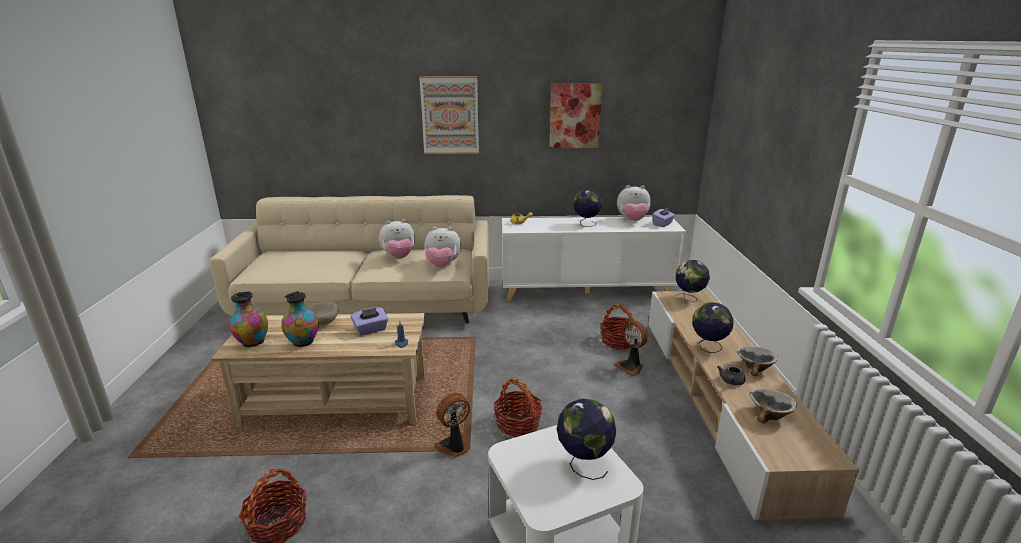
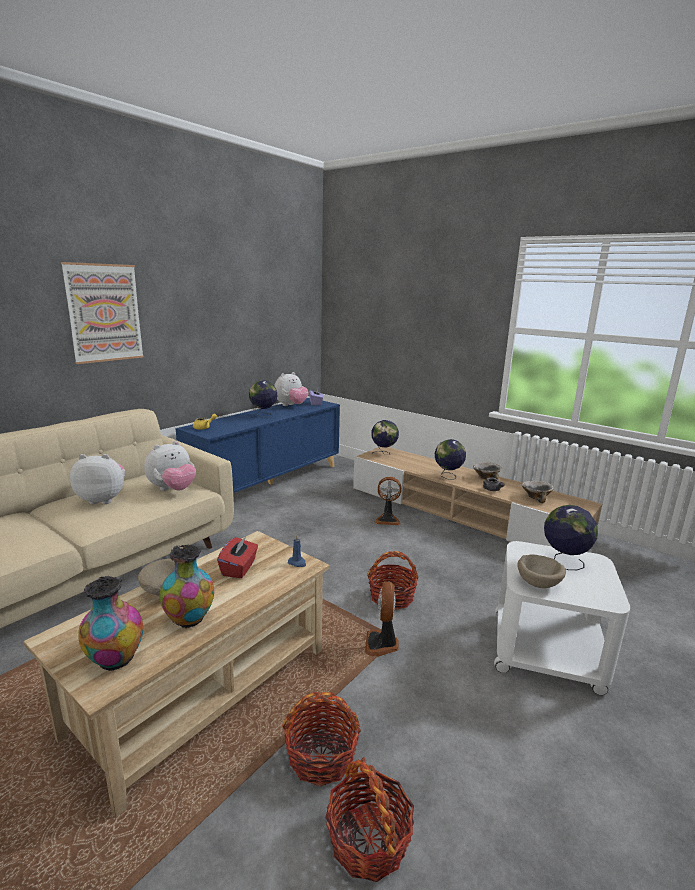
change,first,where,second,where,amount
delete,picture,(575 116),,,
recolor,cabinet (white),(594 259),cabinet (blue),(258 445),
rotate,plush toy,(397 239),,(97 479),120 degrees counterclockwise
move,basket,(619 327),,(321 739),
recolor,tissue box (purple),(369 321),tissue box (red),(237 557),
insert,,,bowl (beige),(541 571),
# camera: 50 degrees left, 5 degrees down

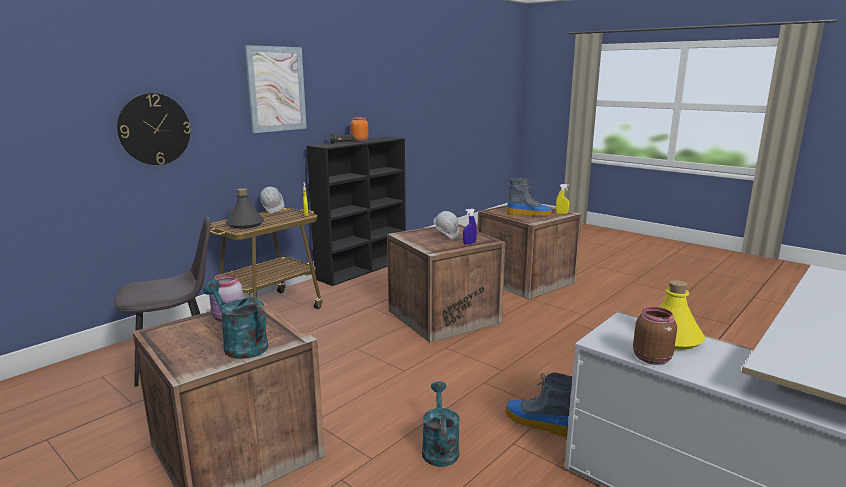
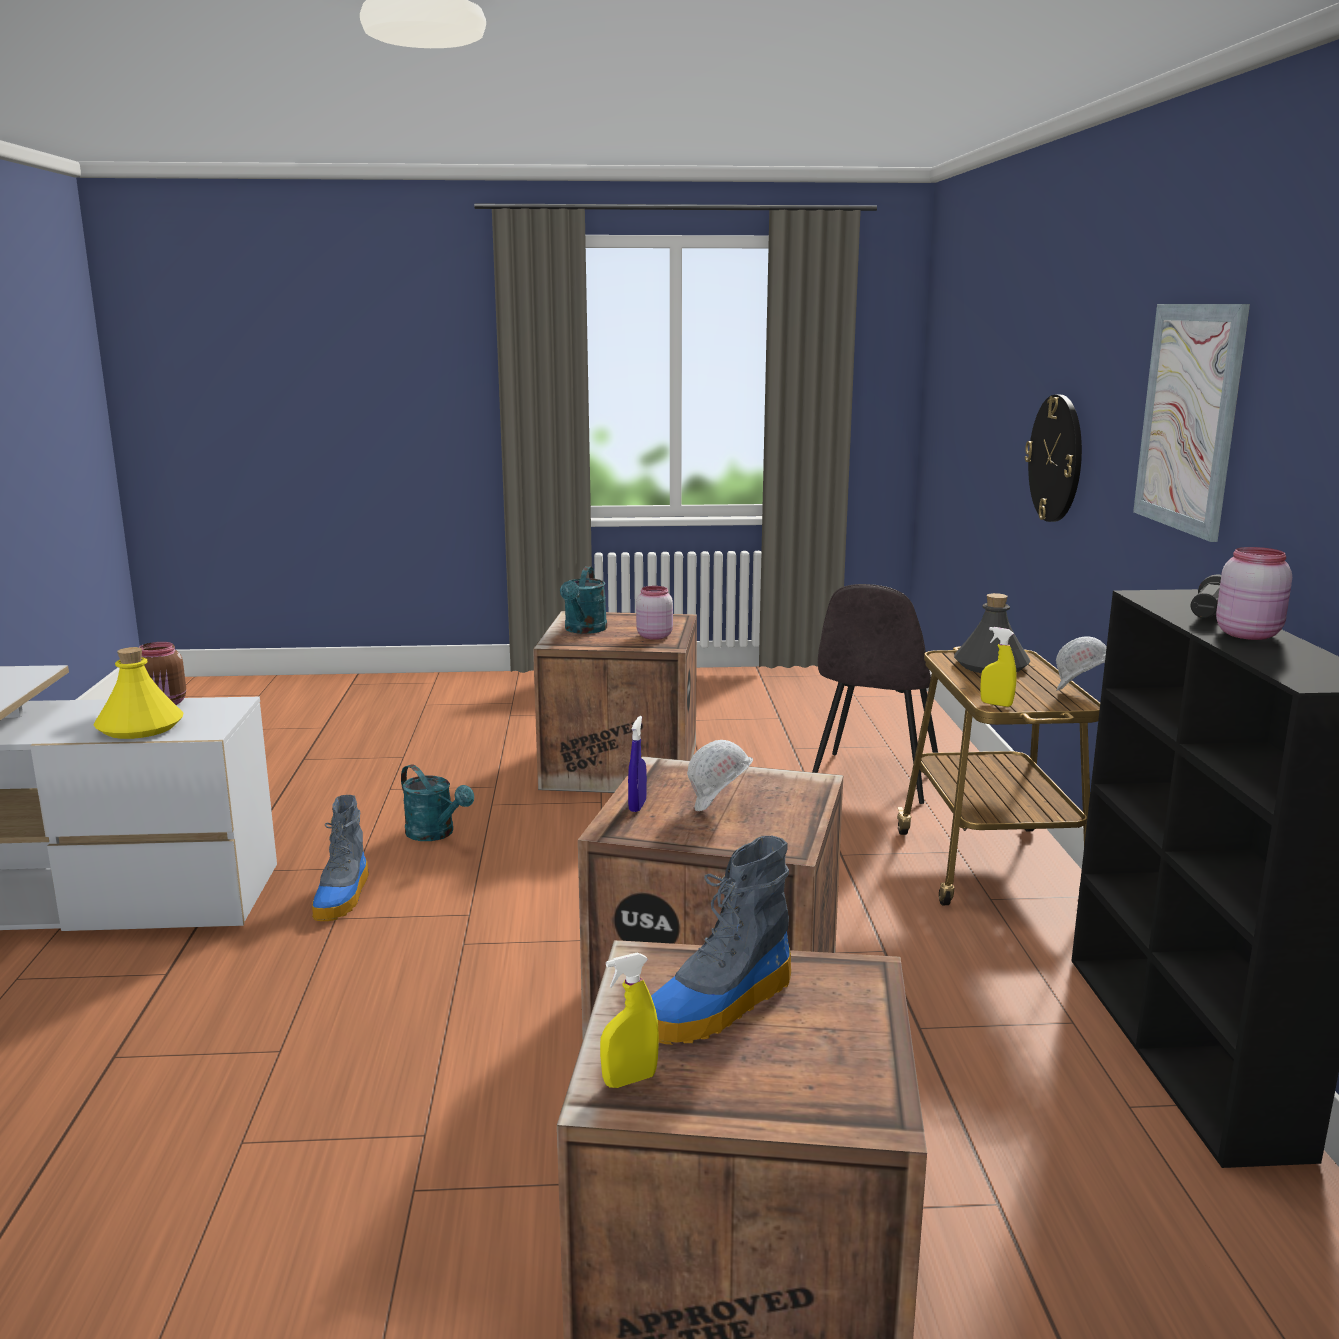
change,first,where,second,where,amount
recolor,jar (orange),(359 129),jar (pink),(1254 593),
rotate,watering can (turquoise),(235 319),,(583 600),105 degrees clockwise
rotate,boot,(539 404),,(340 858),105 degrees clockwise
# camera: 135 degrees right, 0 degrees up

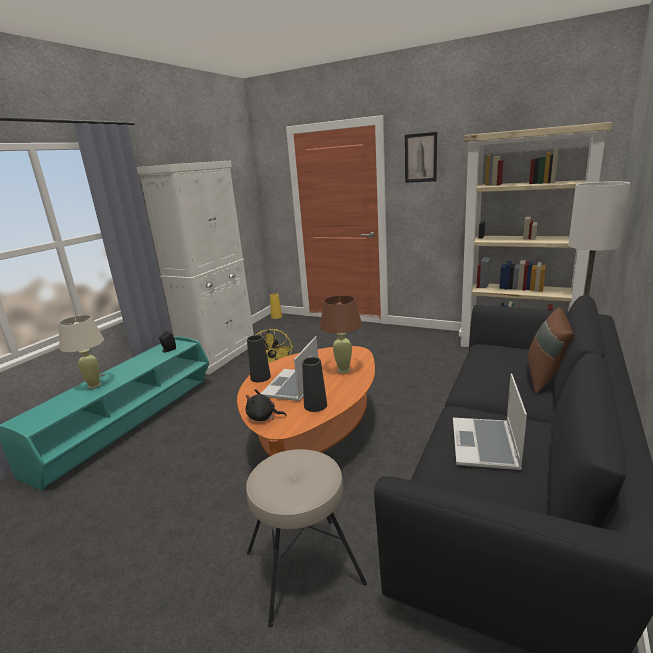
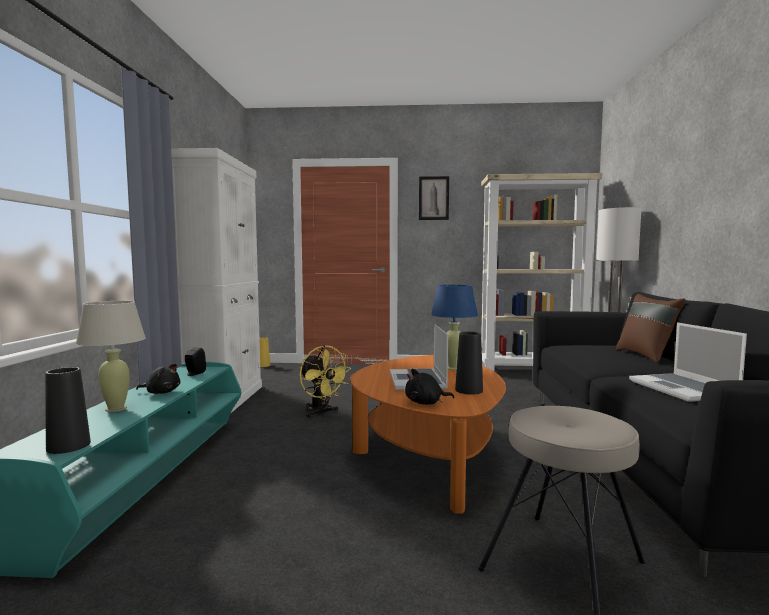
change,first,where,second,where,amount
recolor,table lamp (brown),(341 334),table lamp (blue),(454 327),
move,vase (black),(259 358),,(68 410),
insert,,,plush toy (black),(158 378),
# camera: 25 degrees left, 15 degrees down

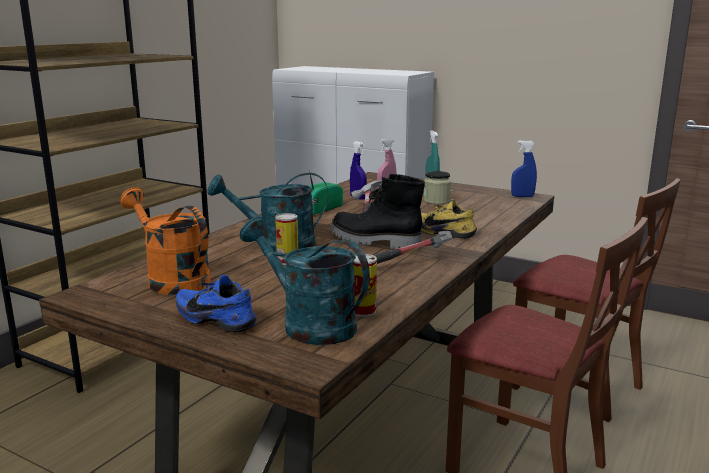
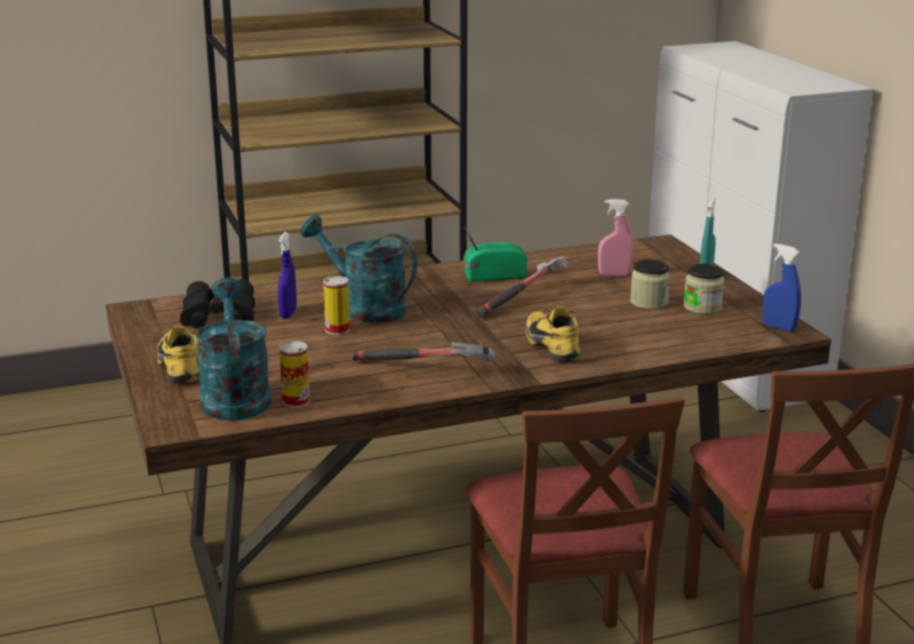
change,first,where,second,where,amount
move,spray bottle (blue),(358 170),,(287 275),
delete,boot (black),(378 212),,,
replace,watering can (orange),(165 241),binoculars (black),(217 304),
recolor,shoe (blue),(216 304),shoe (yellow),(178 355),
insert,,,jar,(704 289),
# camera: 40 degrees right, 5 degrees up

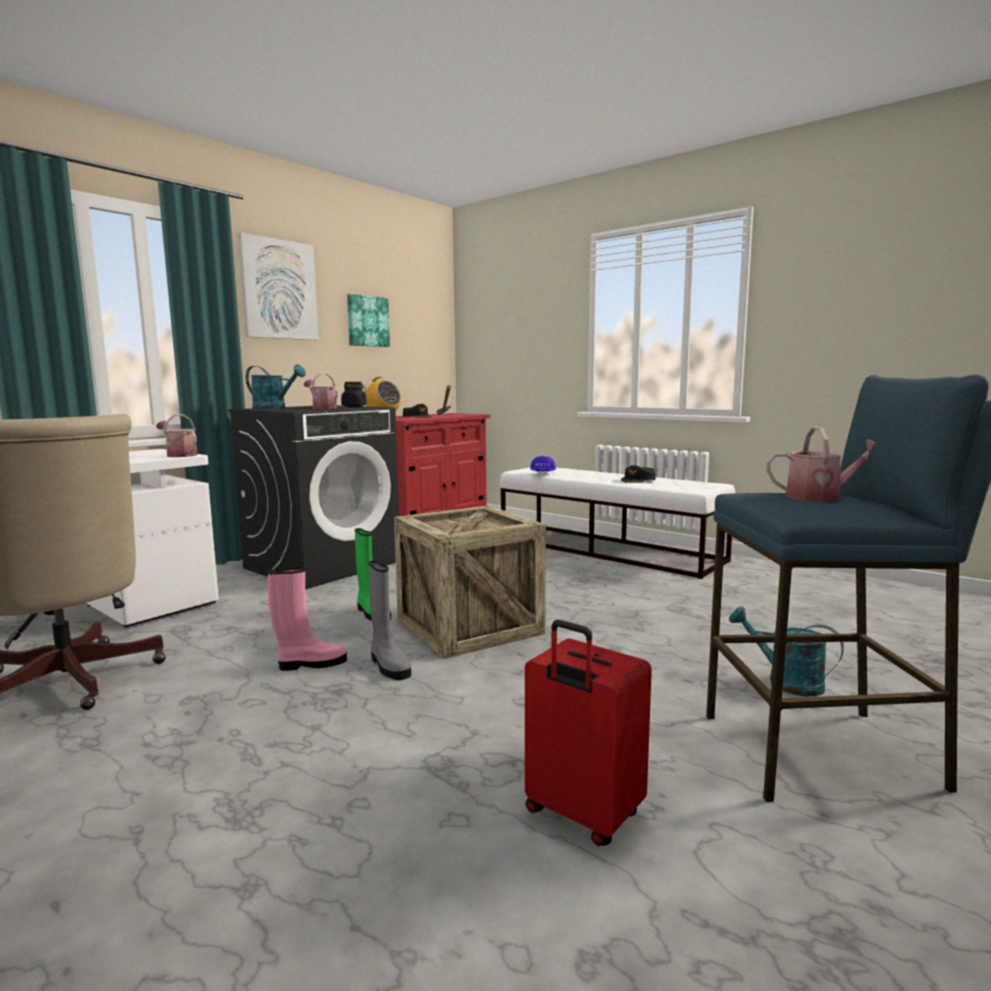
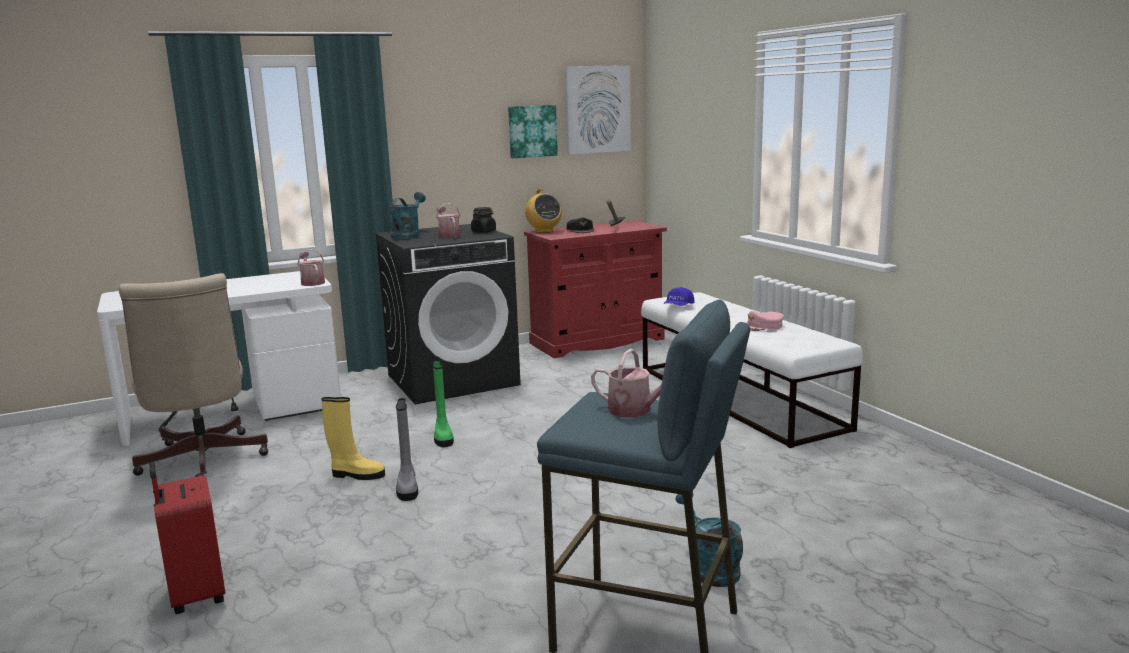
change,first,where,second,where,amount
move,picture,(278 286),,(598 109),
rotate,watering can (turquoise),(276 387),,(407 215),120 degrees counterclockwise
recolor,cap (black),(638 474),cap (pink),(765 321),
delete,crate,(470 582),,,
recolor,boot (pink),(307 619),boot (yellow),(353 438),
move,suitcase (red),(588 733),,(187 538),
# camera: 25 degrees right, 5 degrees up

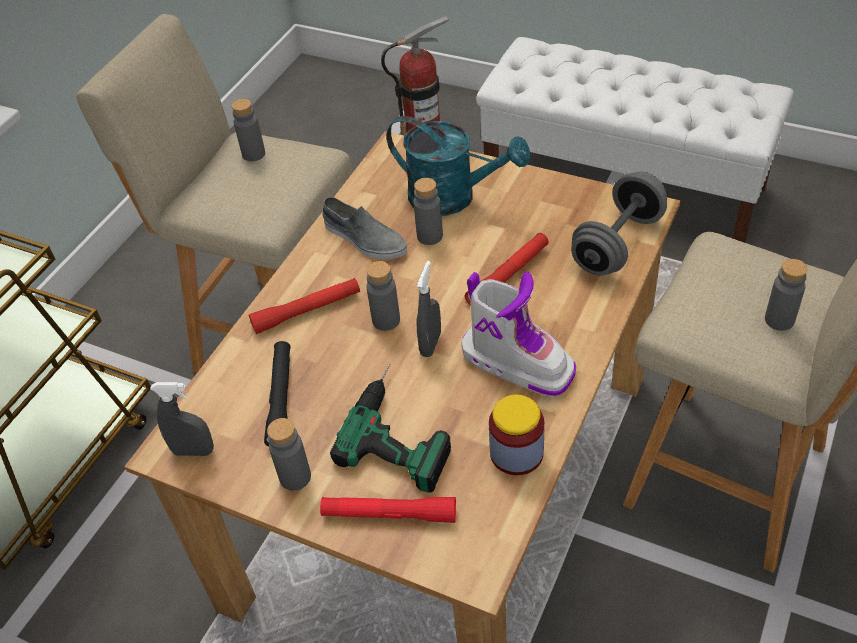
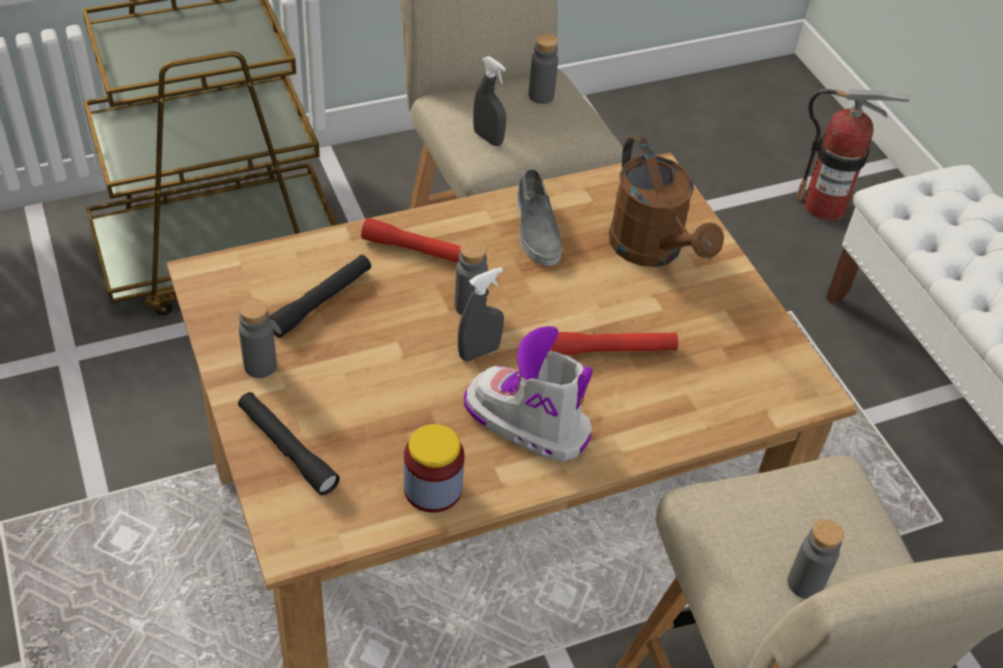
change,first,where,second,where,amount
recolor,watering can (turquoise),(459 166),watering can (brown),(666 201),
delete,dumbbell (grey),(619 224),,,
delete,bottle (grey),(428 211),,,
rotate,boot,(518 334),,(528 394),135 degrees clockwise
delete,power drill,(390 428),,,
move,spray bottle (grey),(182 419),,(489 101),
recolor,flashlight (red),(388 510),flashlight (black),(289 443),
# camera: 35 degrees right, 0 degrees up

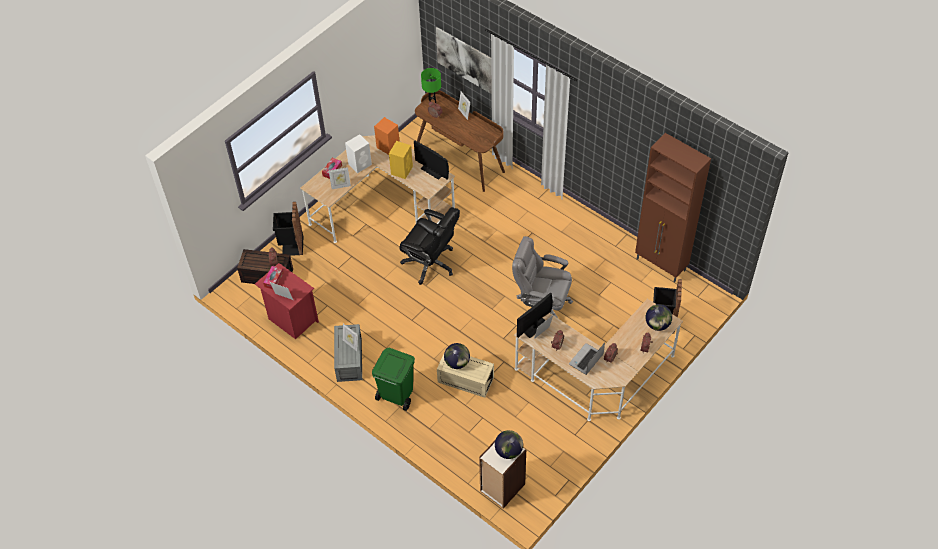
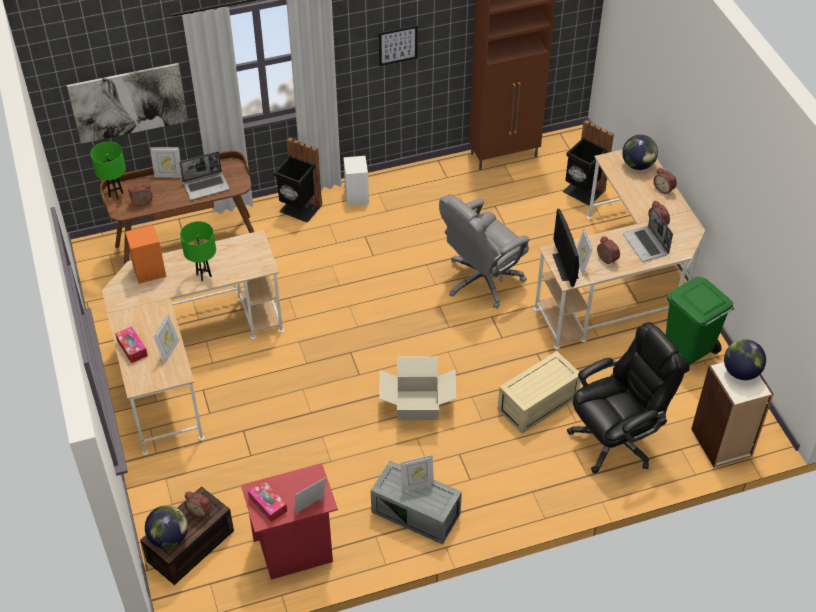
change,first,where,second,where,amount
move,speaker (white),(358 153),,(356 181),
replace,speaker (yellow),(401 160),table lamp (green),(198 251),
delete,monitor,(431 160),,,
move,trash can (black),(288 229),,(298 180),
move,office chair (black),(429 246),,(626 398),
move,globe,(457 356),,(166 527),
move,trash can (green),(393 379),,(700 325),
insert,,,picture,(398 45),
insert,,,laptop,(204 175),
insert,,,cardboard box,(417 388),
# camera: 60 degrees left, 5 degrees down

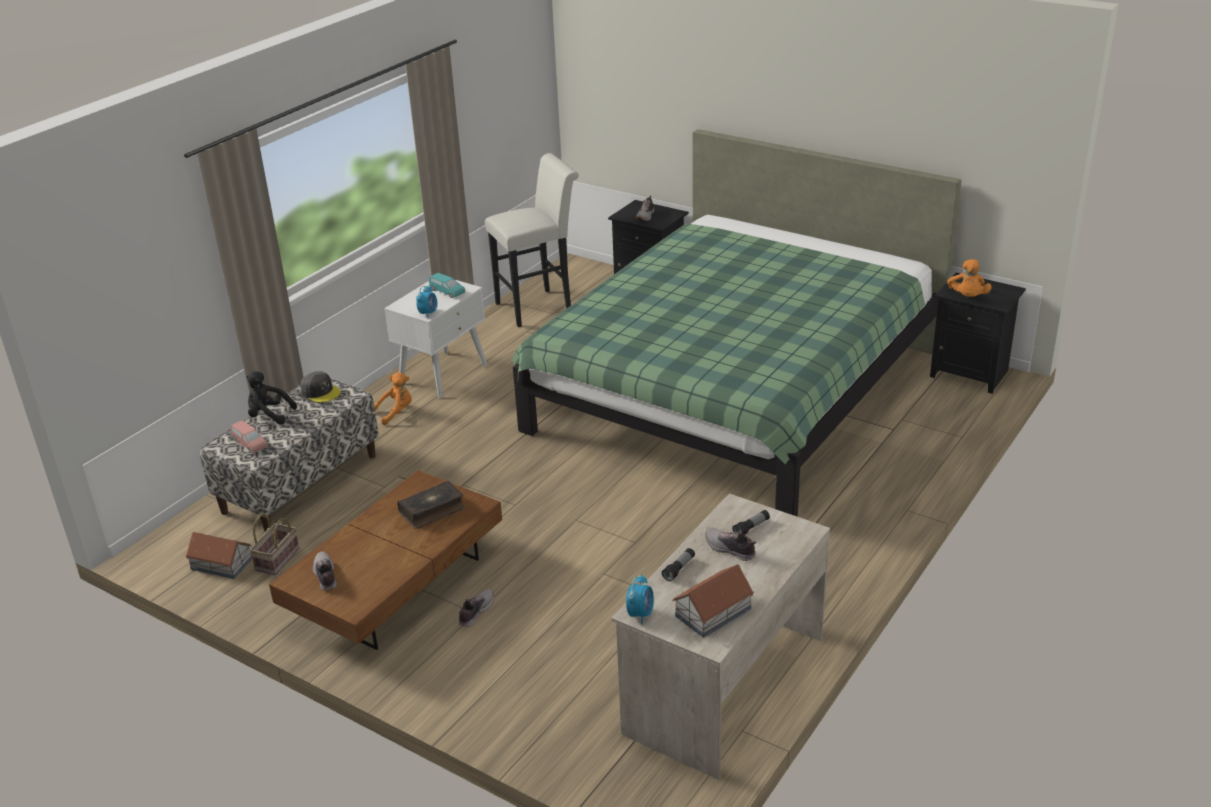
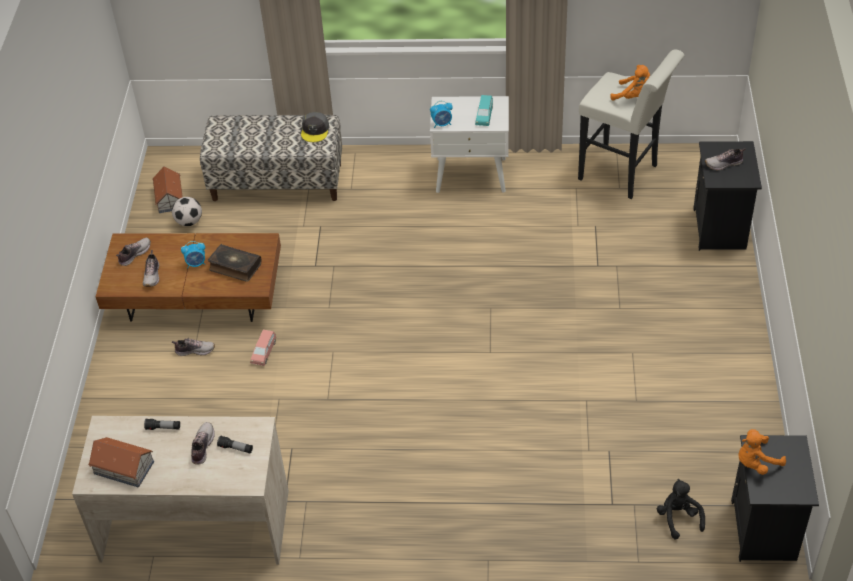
change,first,where,second,where,amount
delete,bed (green),(736 323),,,
move,plush toy (black),(271 397),,(681 509),
move,plush toy (orange),(393 398),,(630 83),
move,toy car (pink),(249 437),,(263 348),
replace,basket,(274 544),football,(187 211),
move,alarm clock,(640 599),,(193 254),
insert,,,shoe,(151 268),
# camera: 60 degrees right, 15 degrees up

